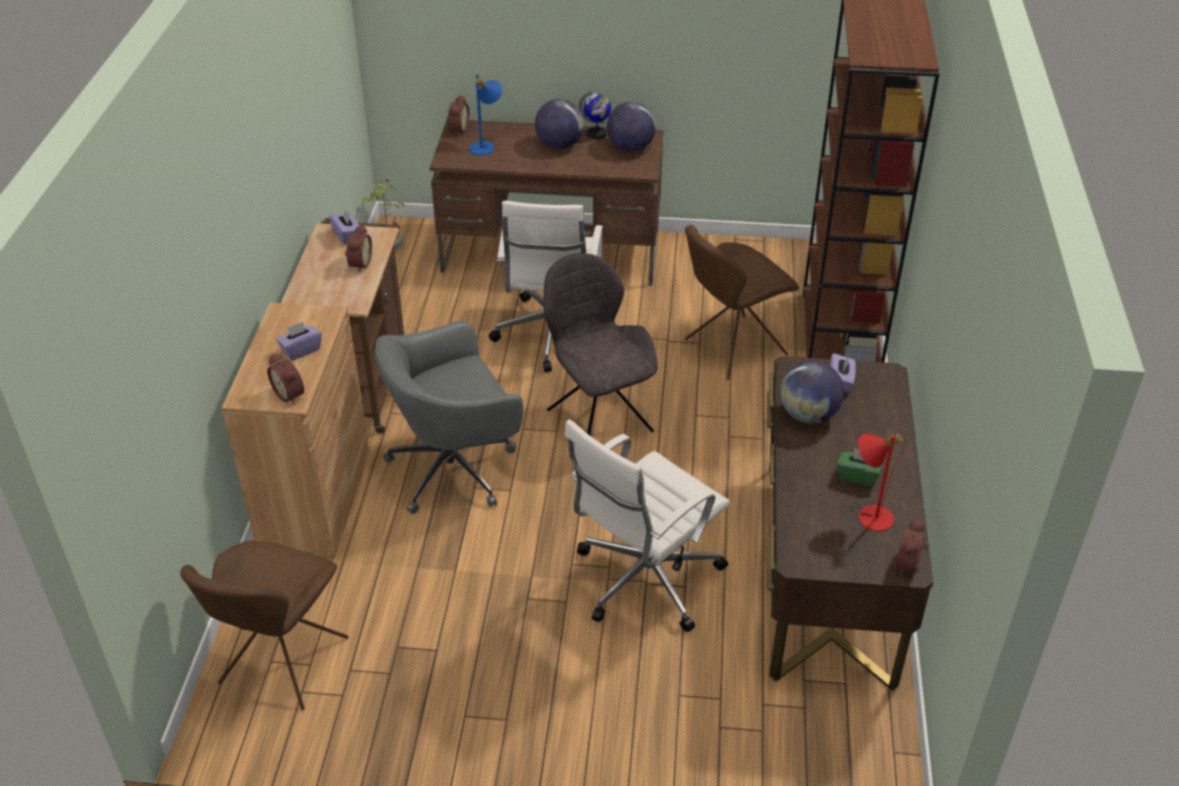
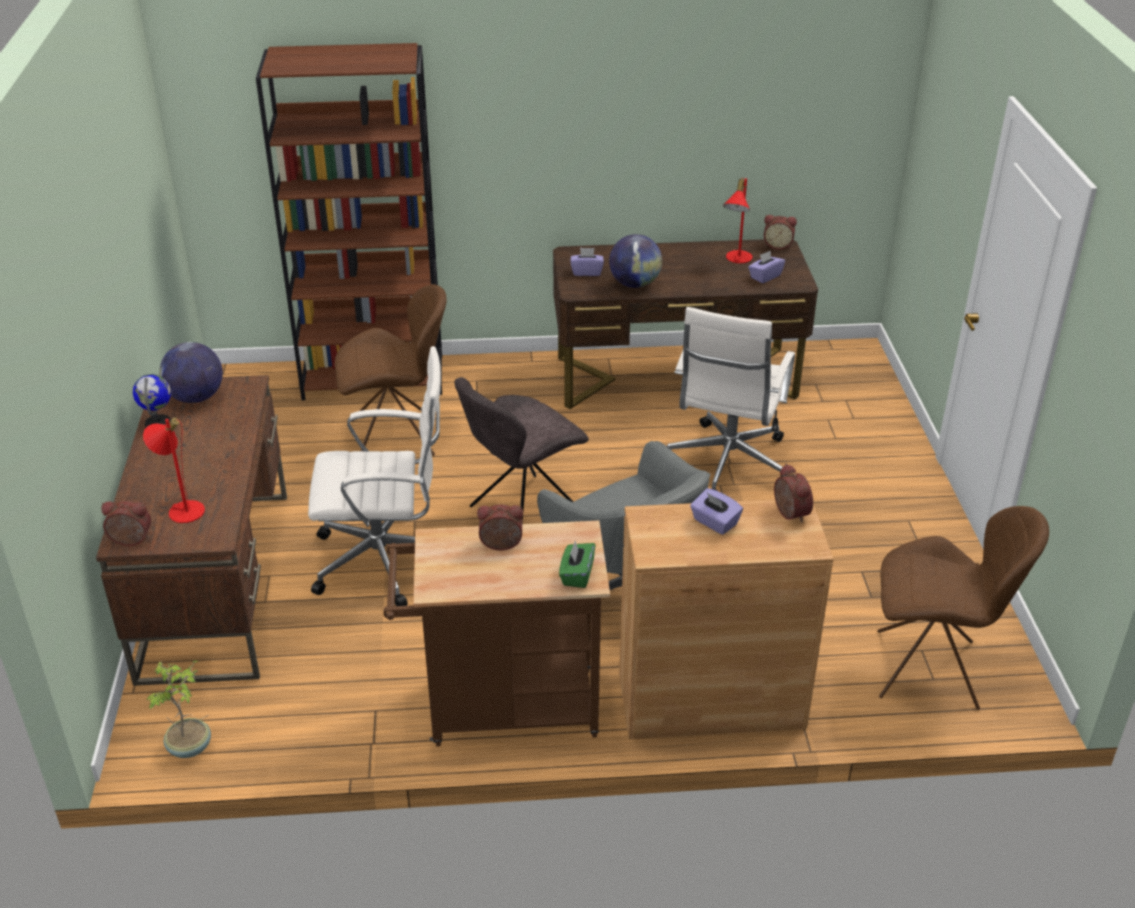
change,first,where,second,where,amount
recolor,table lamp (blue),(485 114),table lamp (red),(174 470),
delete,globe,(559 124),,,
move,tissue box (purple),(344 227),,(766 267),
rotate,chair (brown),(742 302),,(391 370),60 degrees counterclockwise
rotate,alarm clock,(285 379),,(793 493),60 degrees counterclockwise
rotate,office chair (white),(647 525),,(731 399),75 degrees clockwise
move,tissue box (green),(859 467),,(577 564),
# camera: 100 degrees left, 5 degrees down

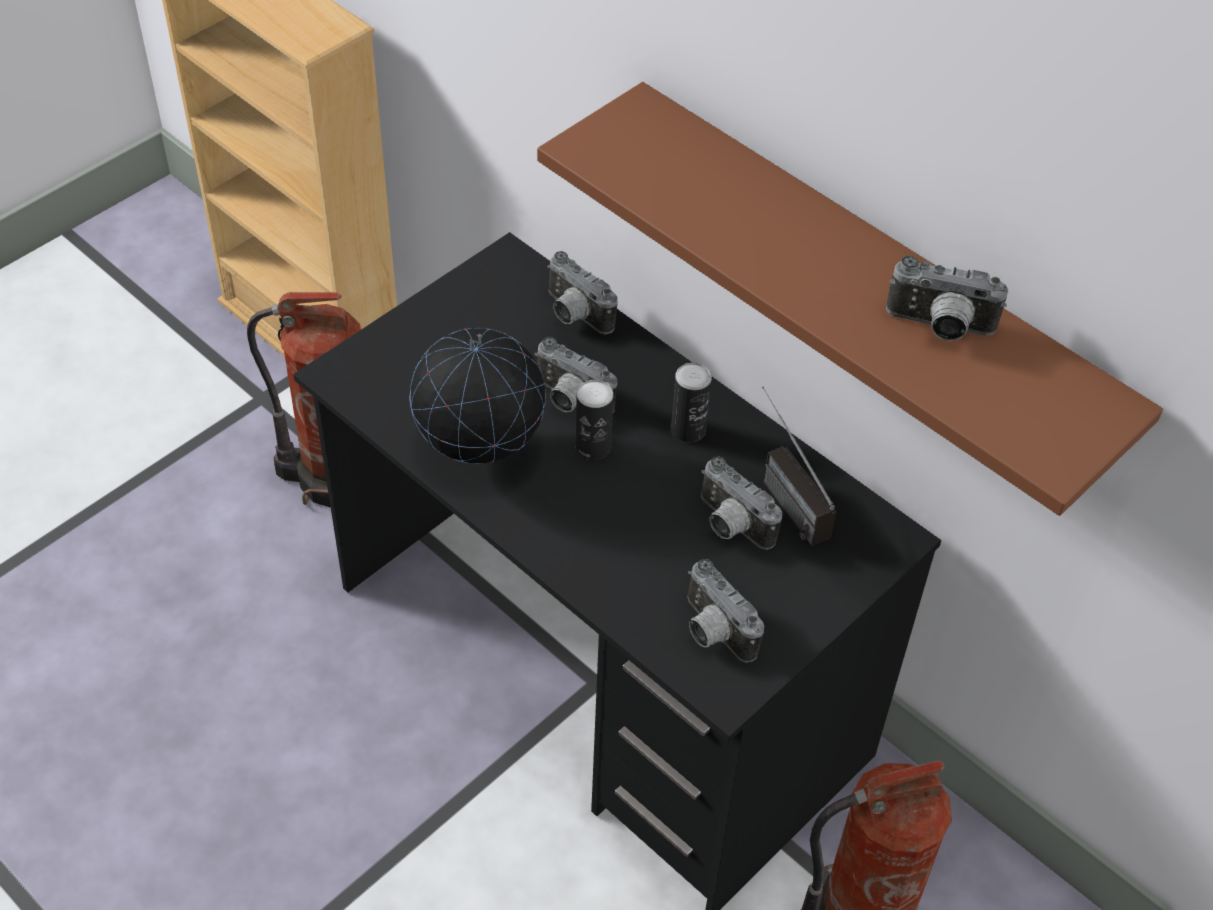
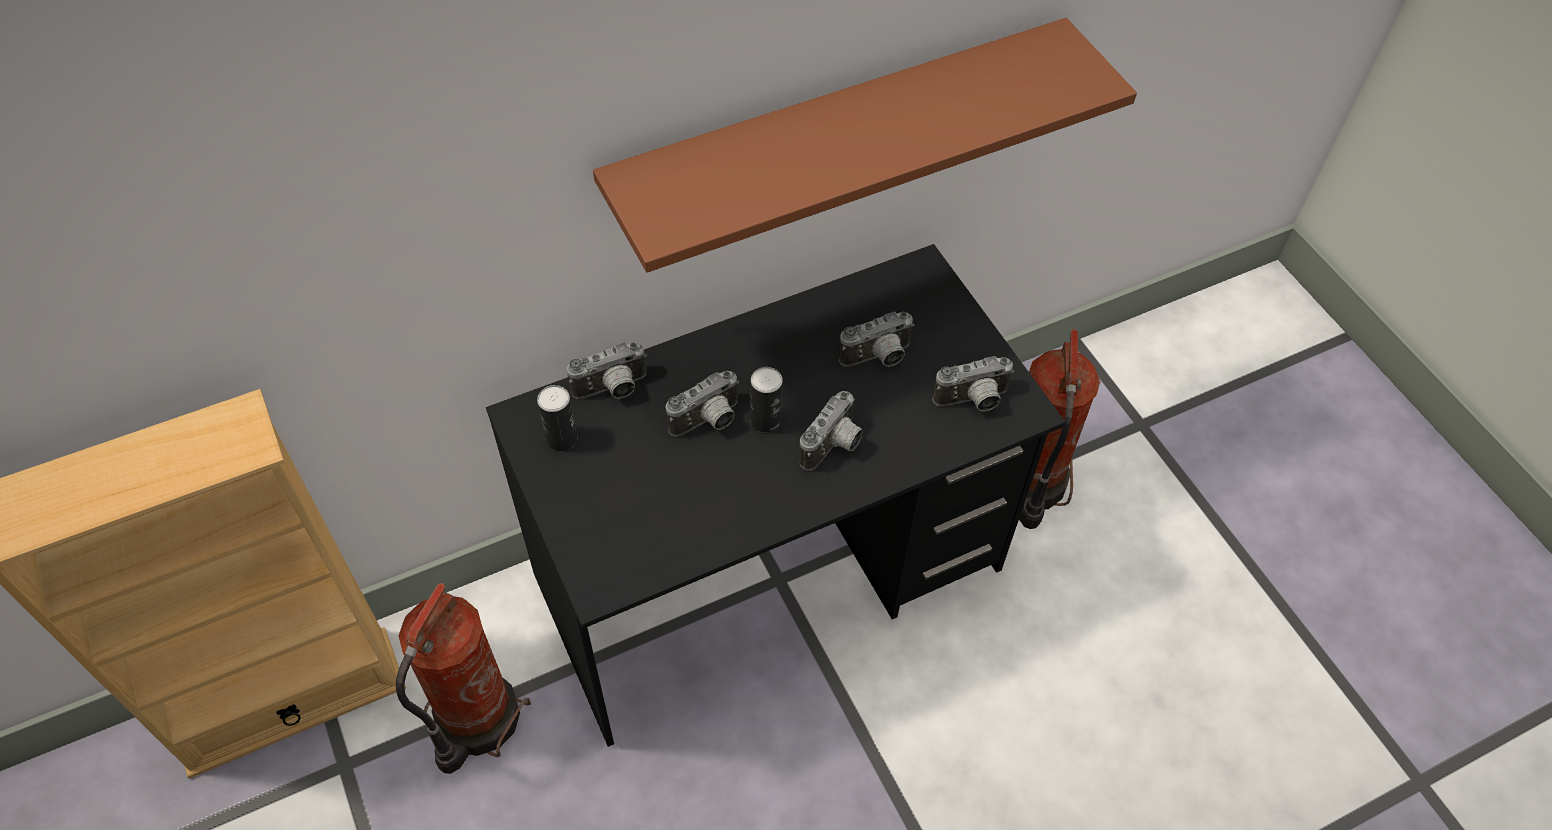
change,first,where,second,where,amount
move,photo camera,(947 298),,(831 431),
delete,globe,(478 396),,,
move,can,(691 402),,(557 418),
delete,radio,(799 466),,,
# camera: 70 degrees left, 5 degrees up

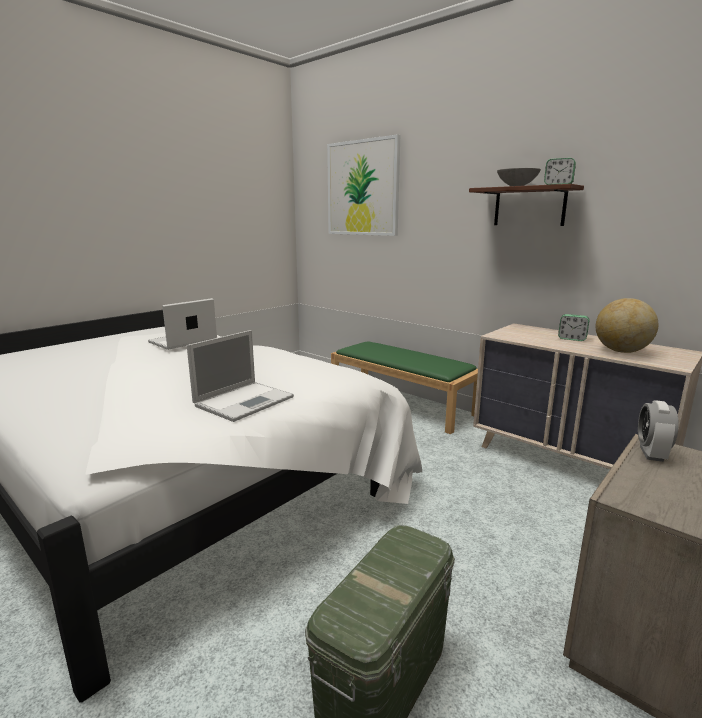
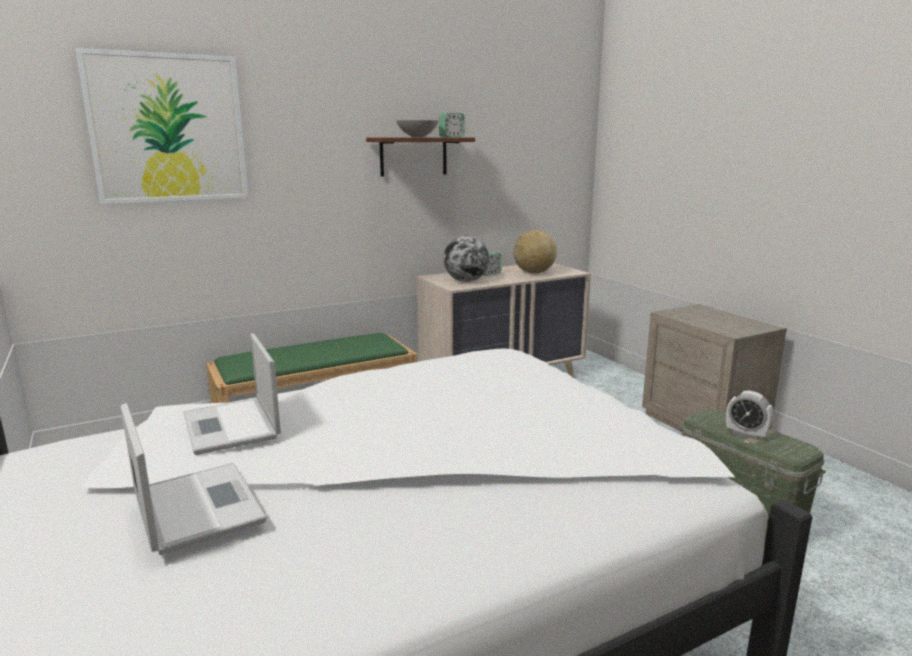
change,first,where,second,where,amount
move,laptop,(240 376),,(193 479),
move,alarm clock,(658 431),,(749 415),
insert,,,globe,(466 259),
# camera: 70 degrees left, 0 degrees up

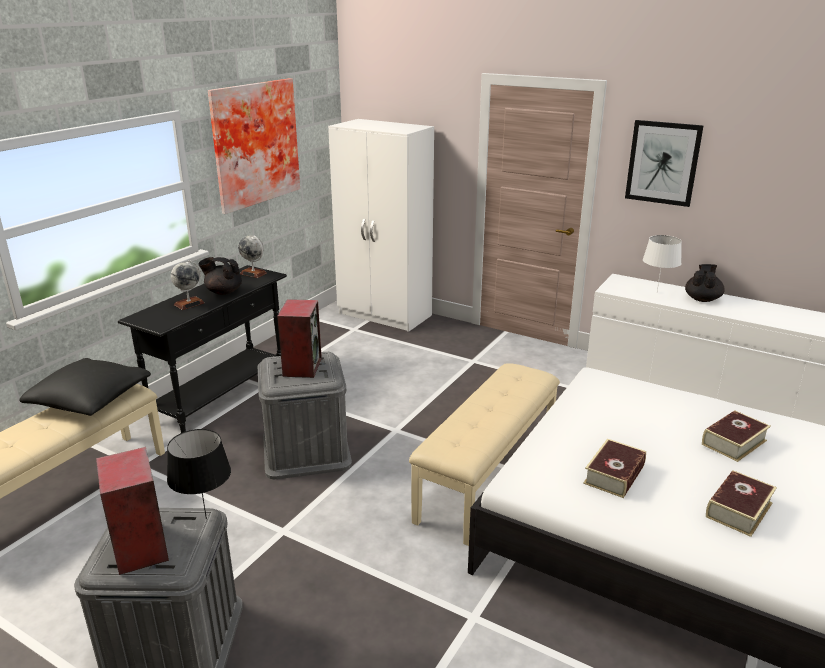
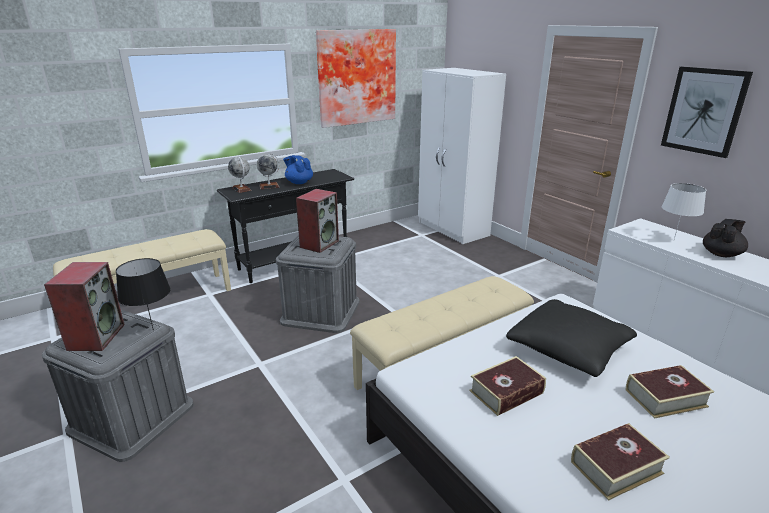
change,first,where,second,where,amount
move,globe,(252 256),,(239 175),
recolor,teapot (black),(220 276),teapot (blue),(298 169),
move,pillow (black),(85 387),,(571 338),
# camera: 25 degrees right, 0 degrees up

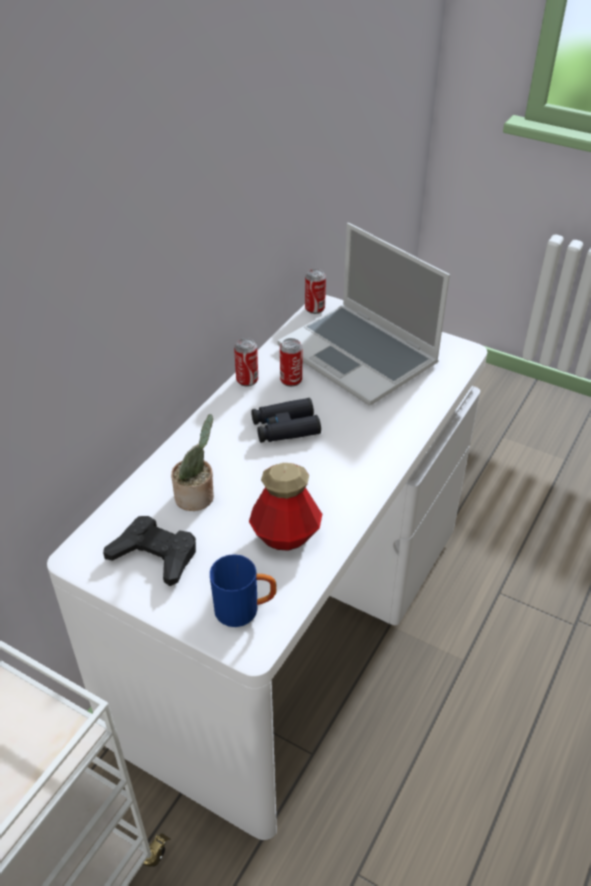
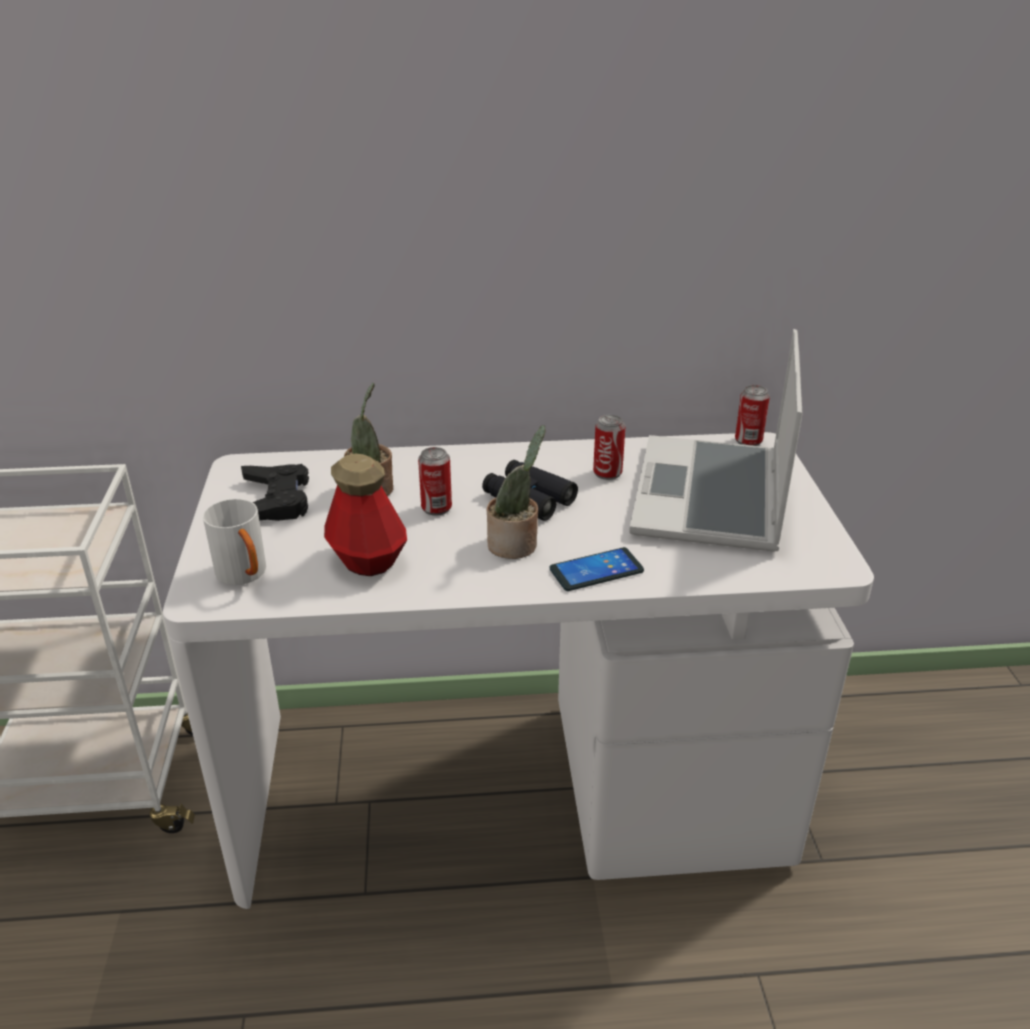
change,first,where,second,where,amount
move,can,(246 362),,(435 481),
recolor,mug (blue),(243 591),mug (white),(234 542),
insert,,,potted plant,(516 492),
insert,,,phone,(596 569),
# camera: 55 degrees right, 10 degrees down

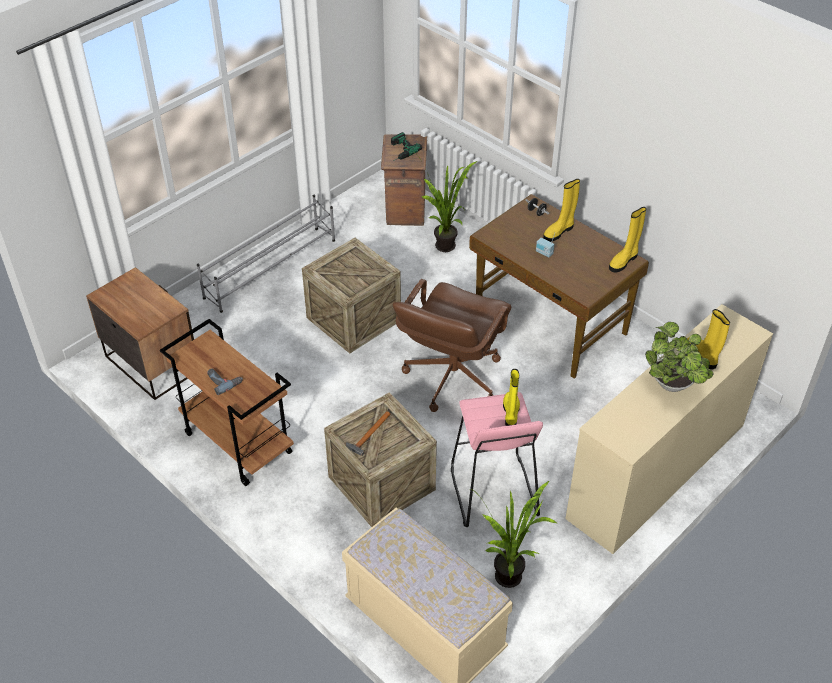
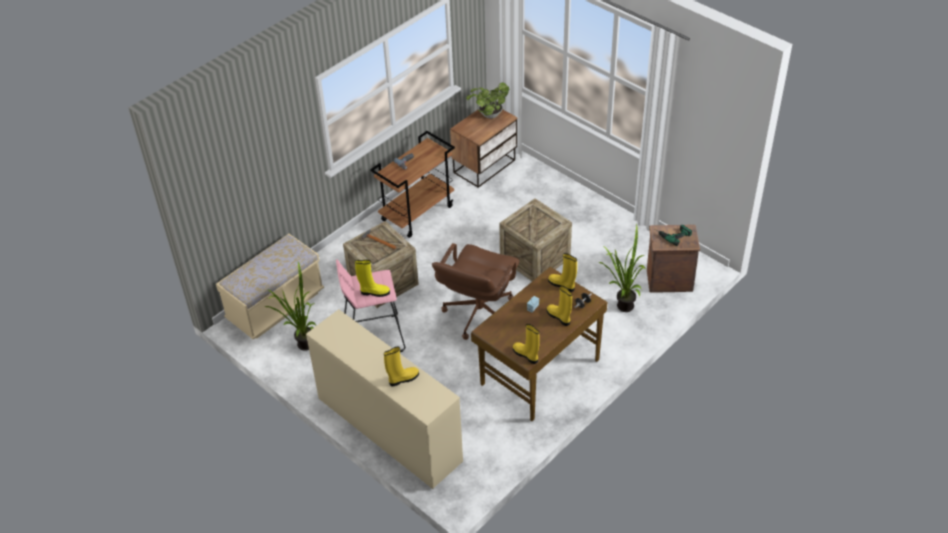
change,first,where,second,where,amount
delete,shoe rack (grey),(266 254),,,
rotate,office chair (brown),(452 345),,(475 291),90 degrees counterclockwise
move,potted plant,(679 357),,(488 100),
insert,,,boot (yellow),(562 272),
# camera: 90 degrees right, 0 degrees up

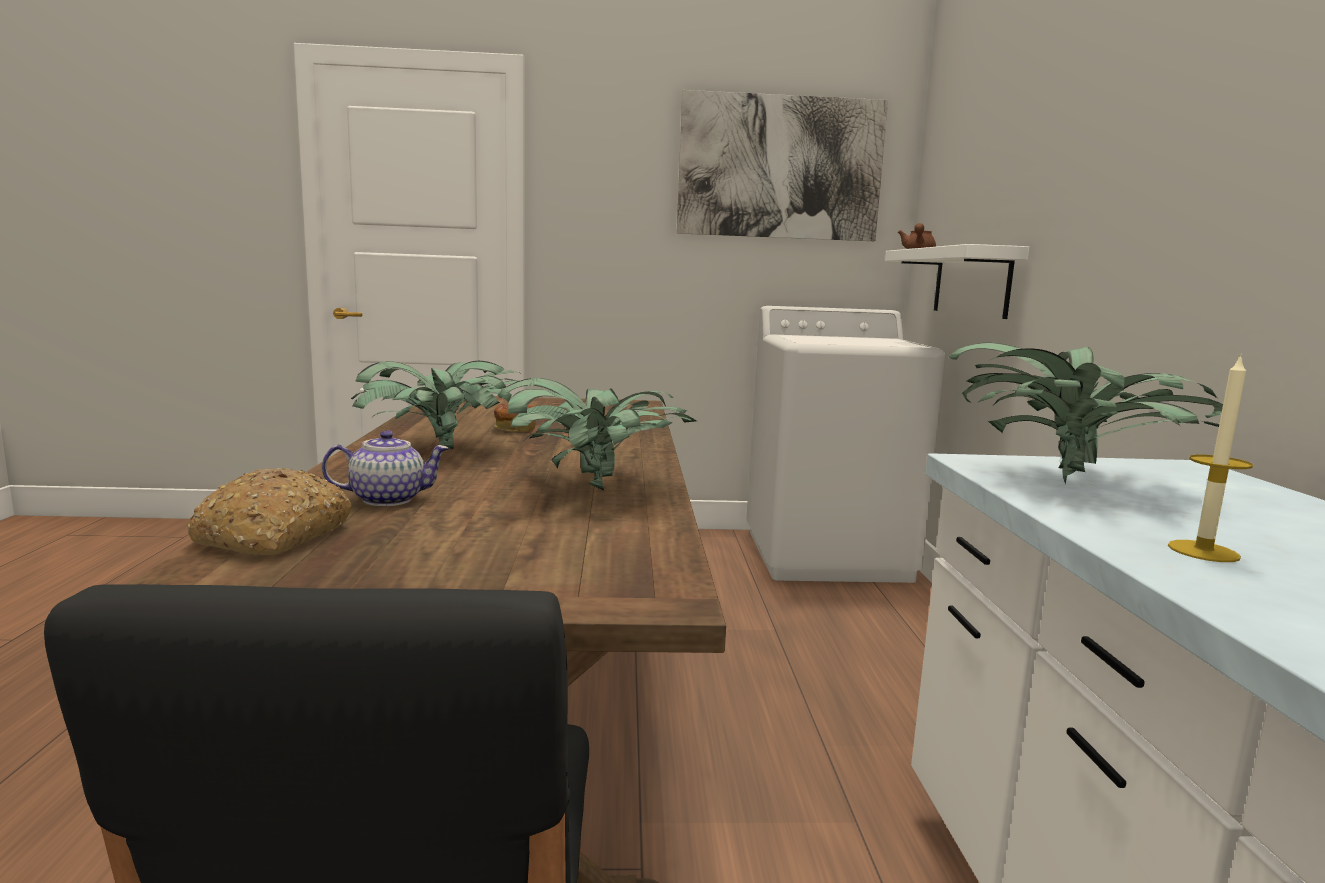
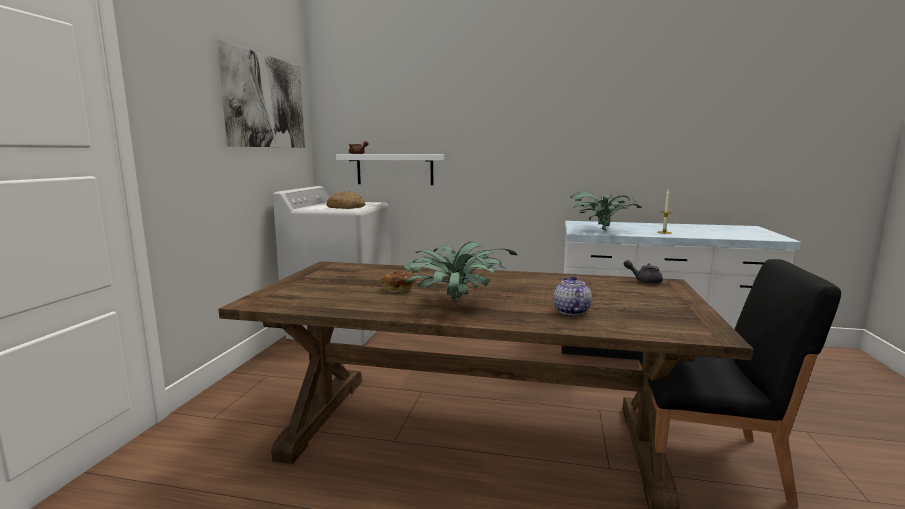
change,first,where,second,where,amount
delete,potted plant,(597 434),,,
move,bread,(270 511),,(346 200),
insert,,,teapot (grey),(643 272),
# camera: 75 degrees left, 0 degrees up

